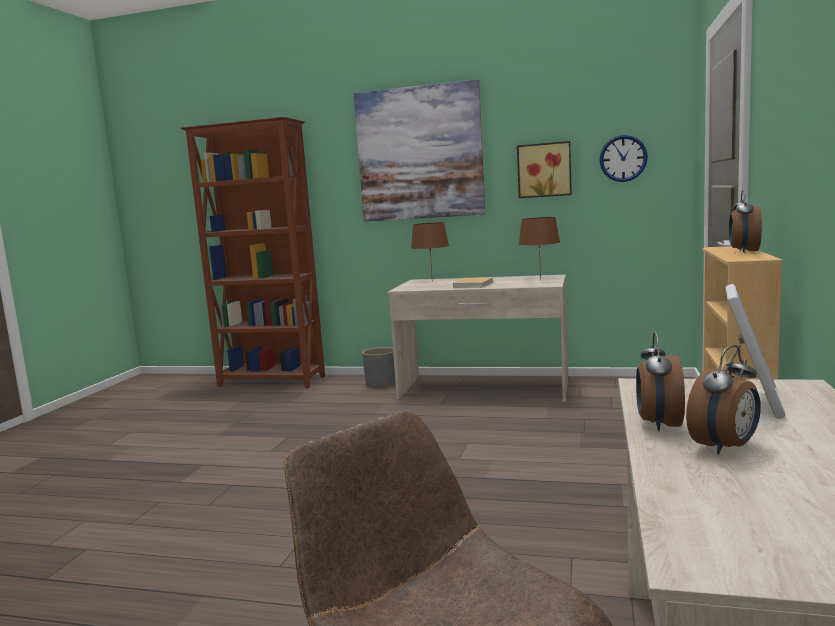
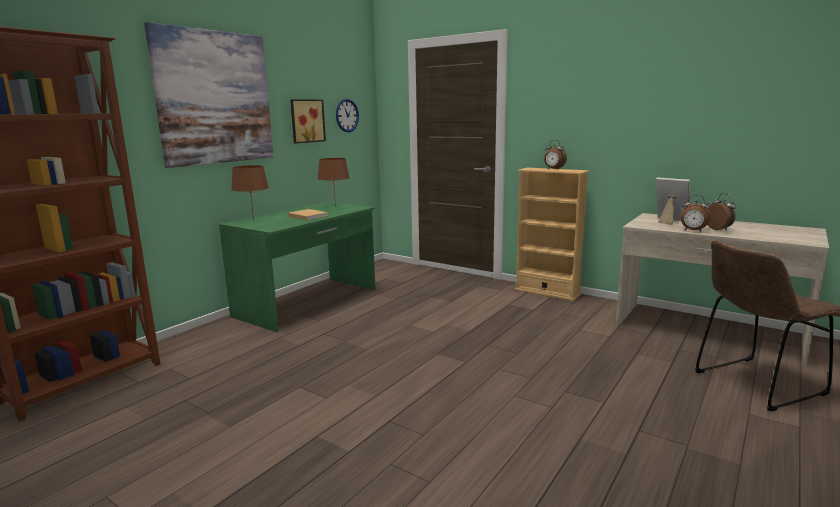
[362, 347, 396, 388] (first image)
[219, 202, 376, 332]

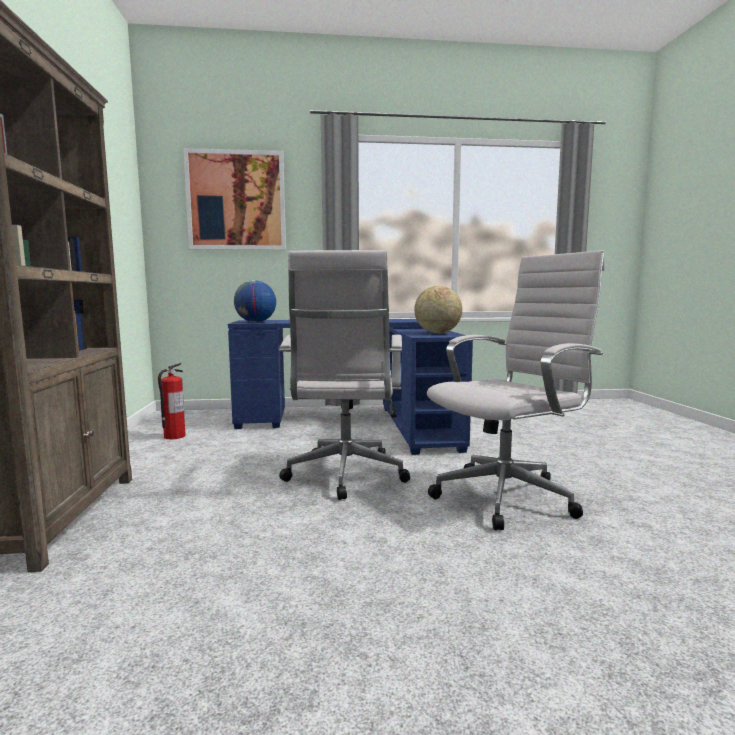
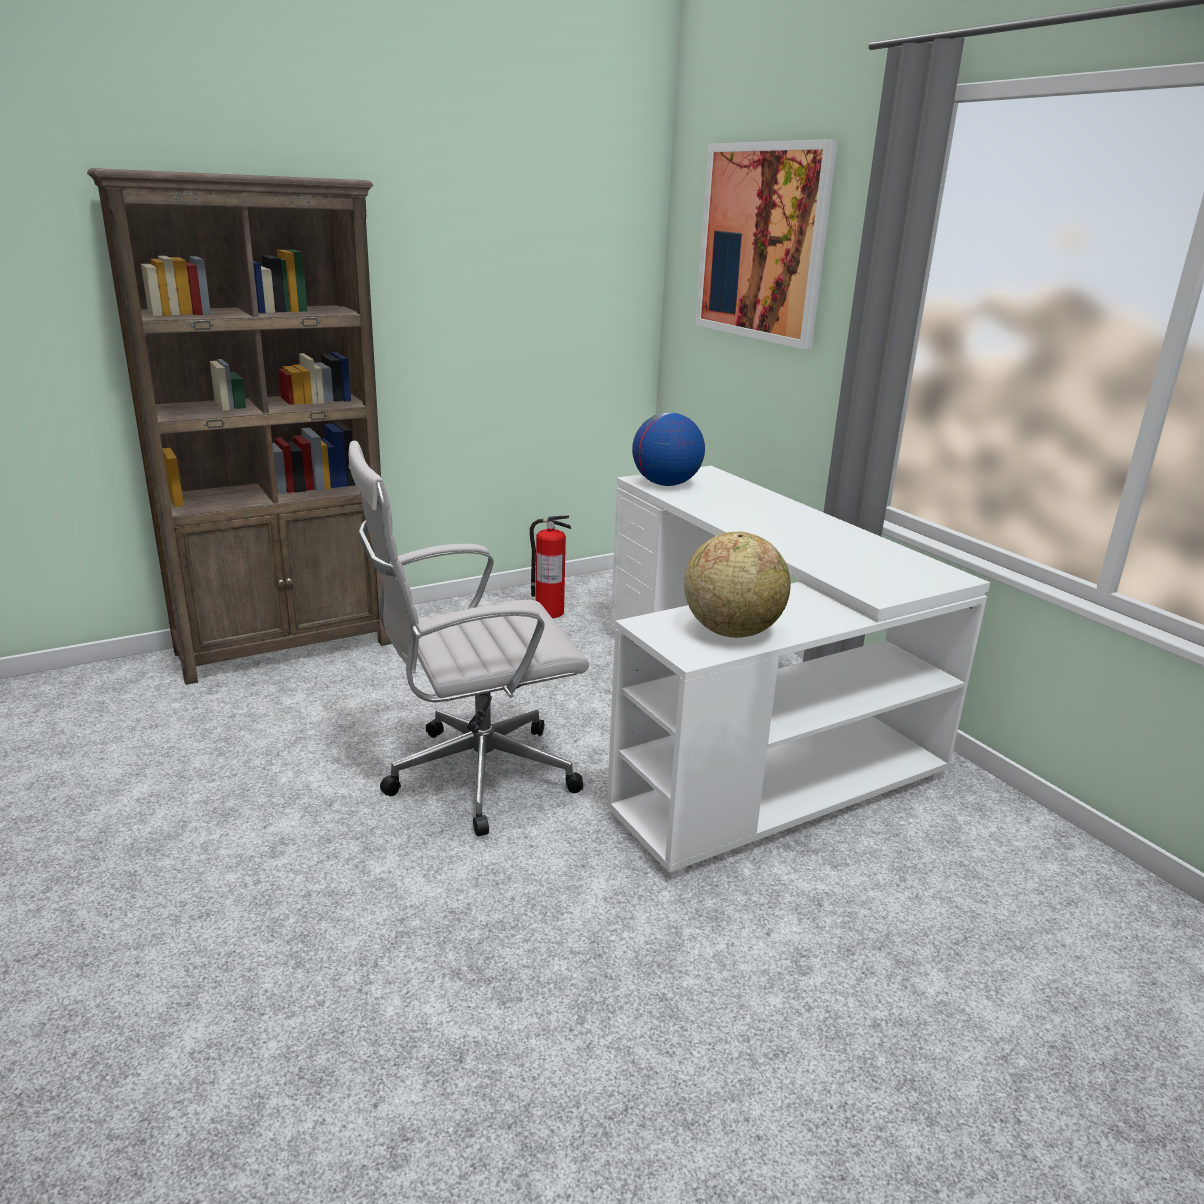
[427, 250, 605, 530] (first image)
[607, 466, 990, 880]

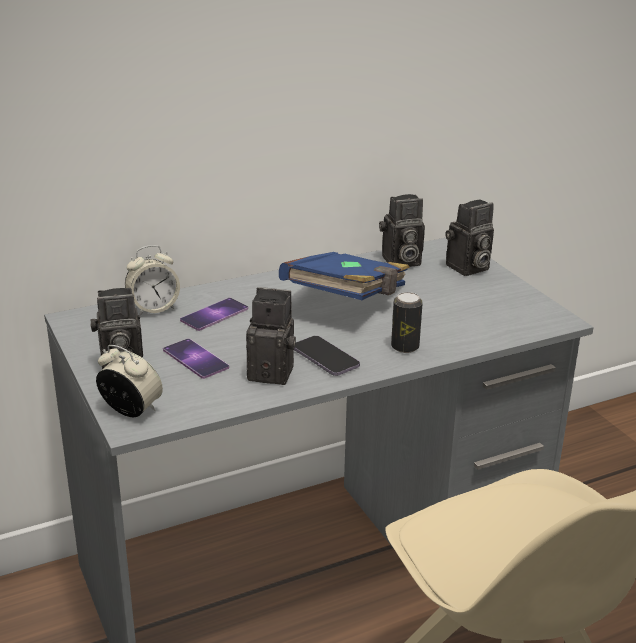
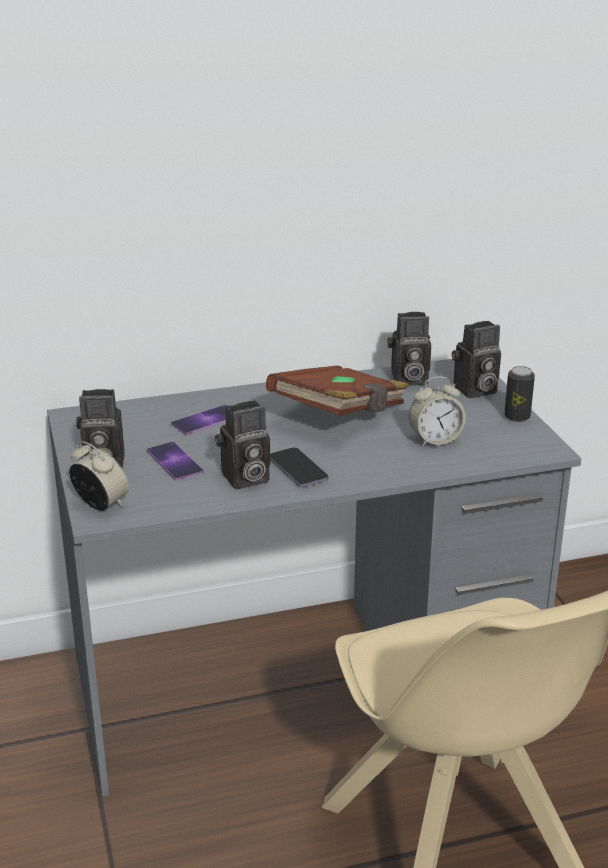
[409, 376, 466, 447]
[504, 366, 535, 422]
[266, 366, 409, 416]
[215, 400, 270, 489]

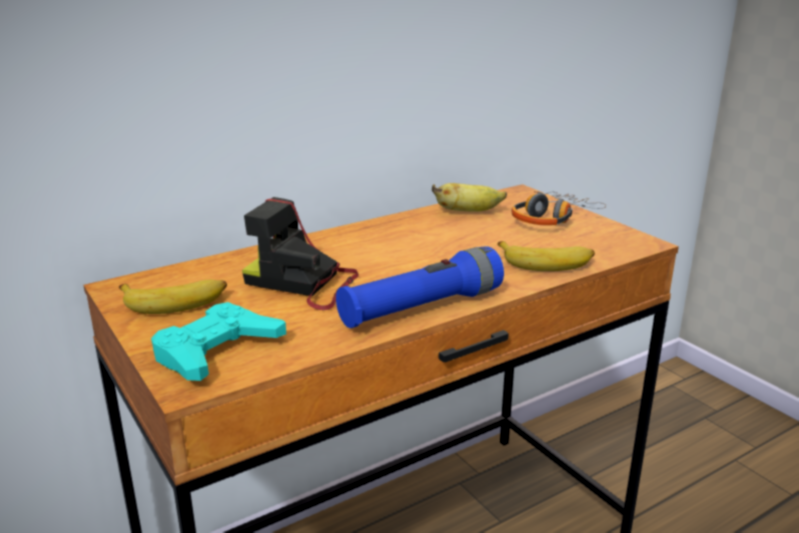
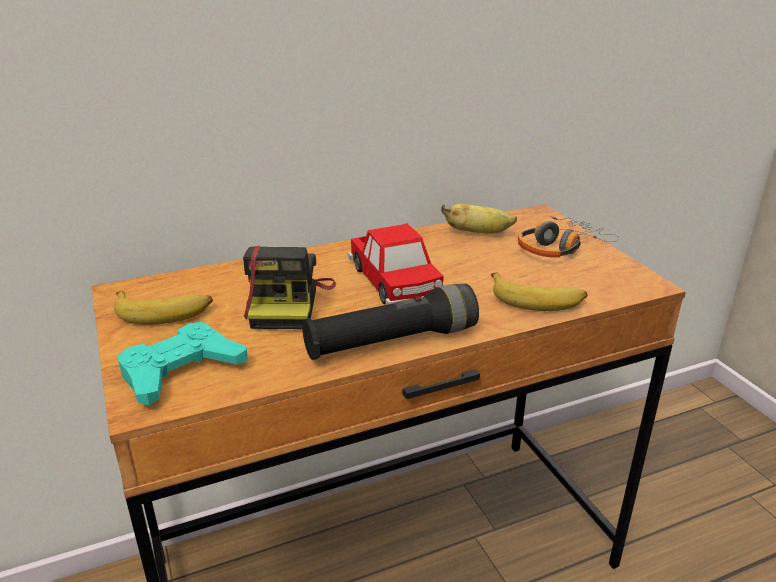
[348, 223, 444, 305]
[302, 284, 479, 360]
[243, 246, 336, 329]

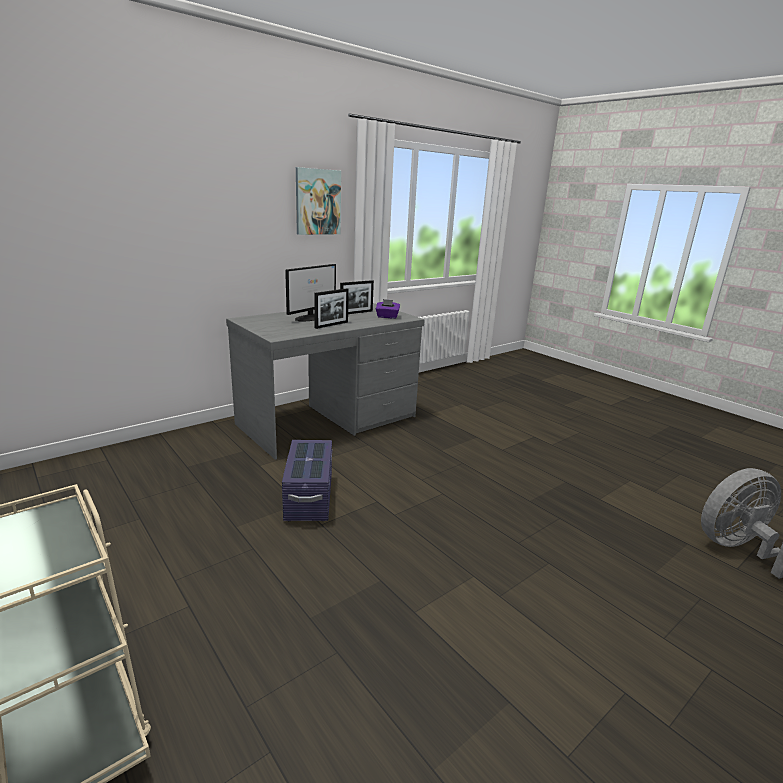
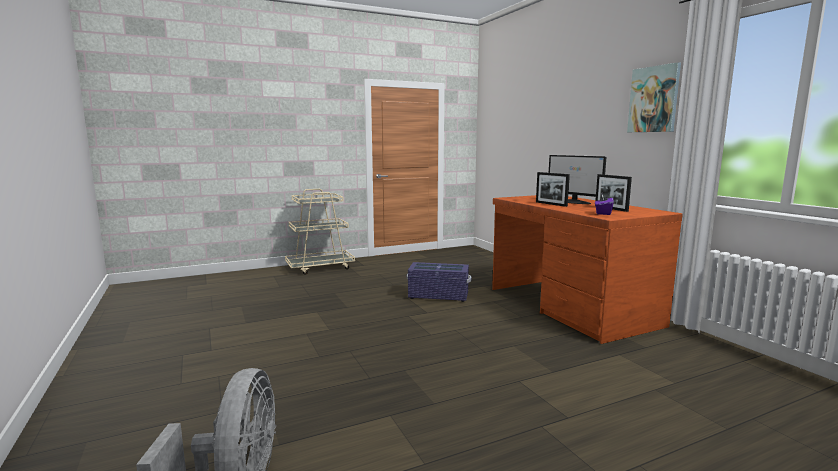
[492, 195, 683, 344]

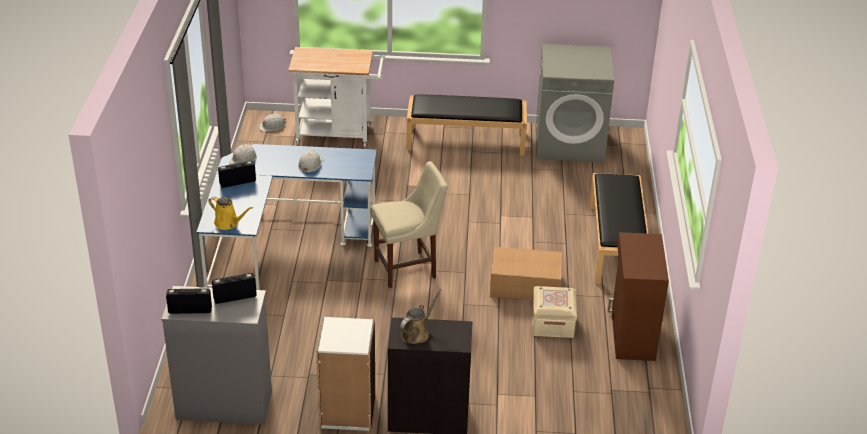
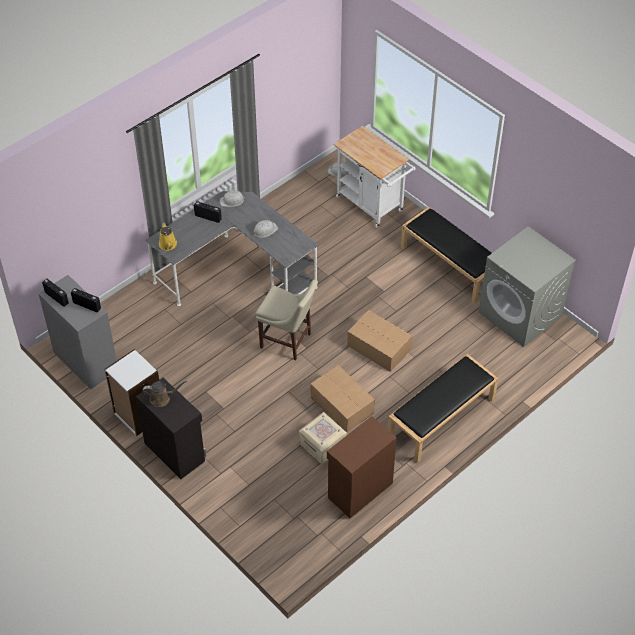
[347, 310, 412, 372]
[145, 191, 319, 306]

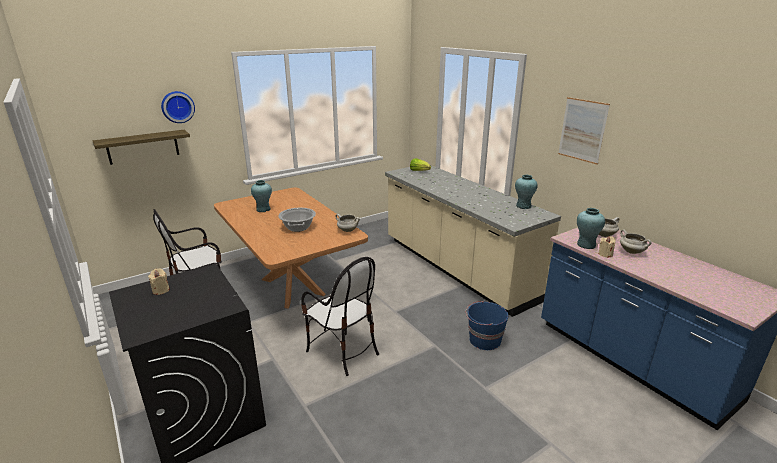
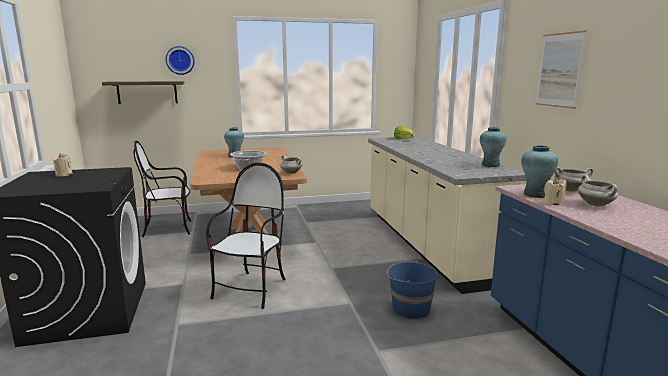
[206, 163, 285, 309]

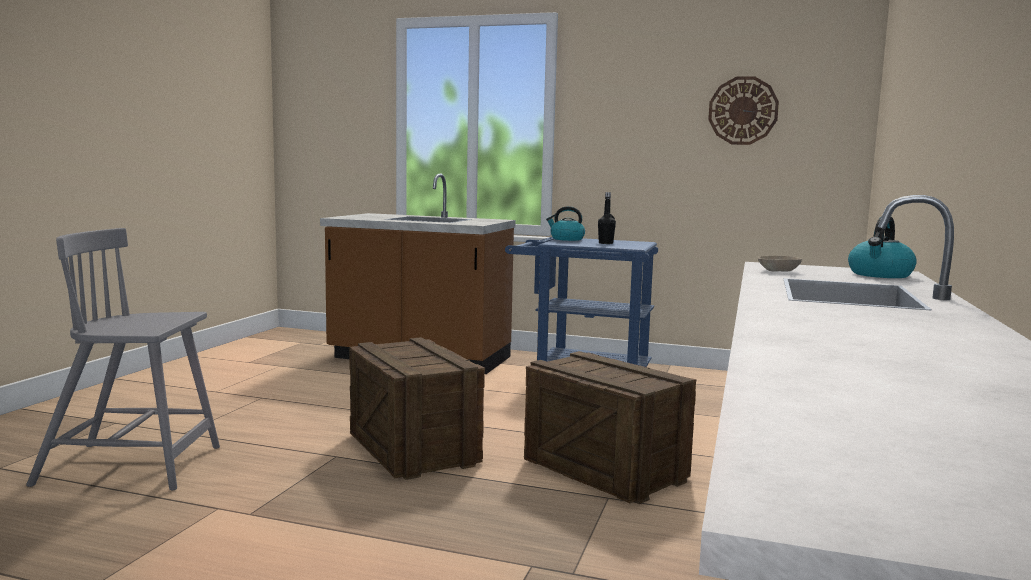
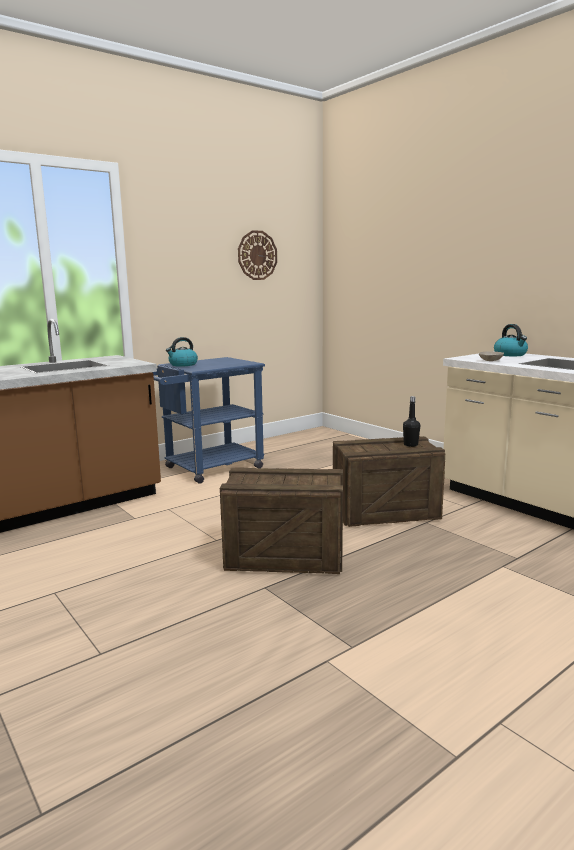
[26, 228, 220, 490] (first image)
[403, 396, 420, 447]

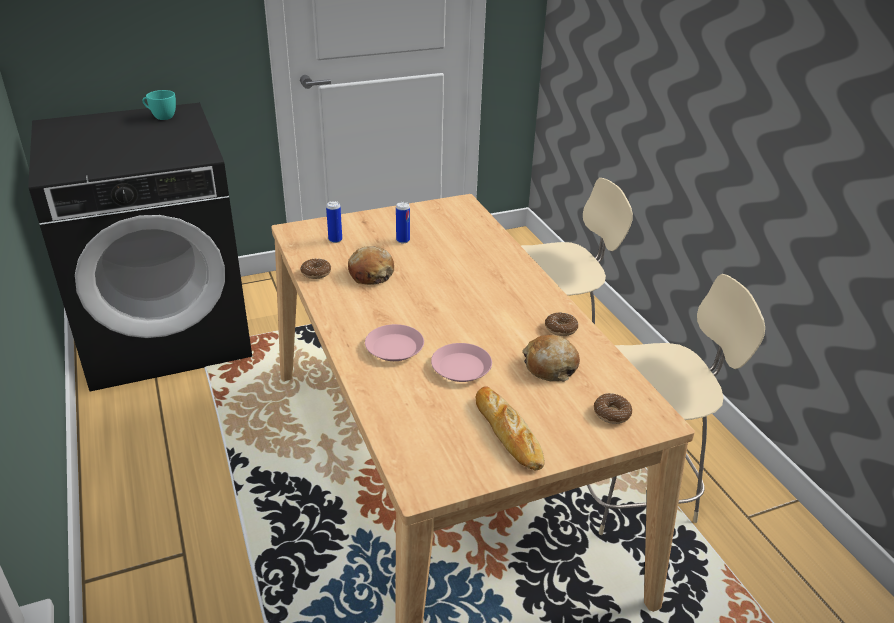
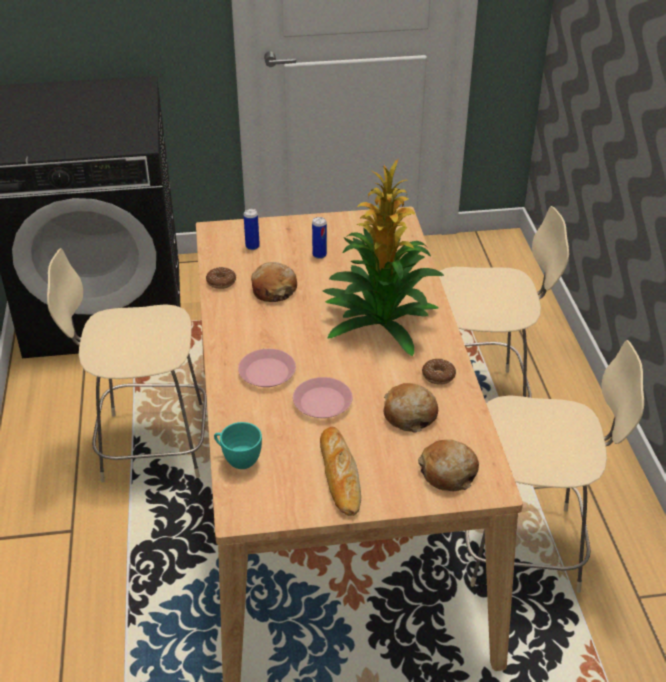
[47, 248, 207, 483]
[323, 159, 444, 356]
[214, 422, 262, 469]
[418, 440, 479, 491]

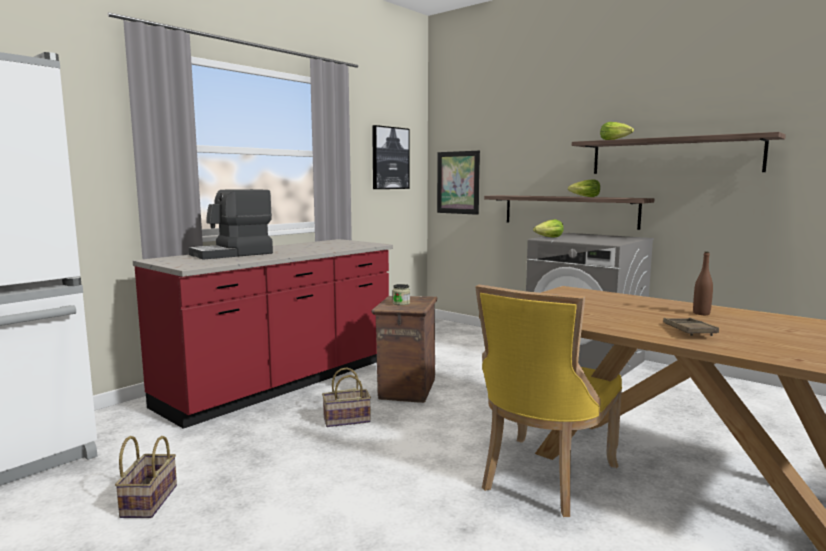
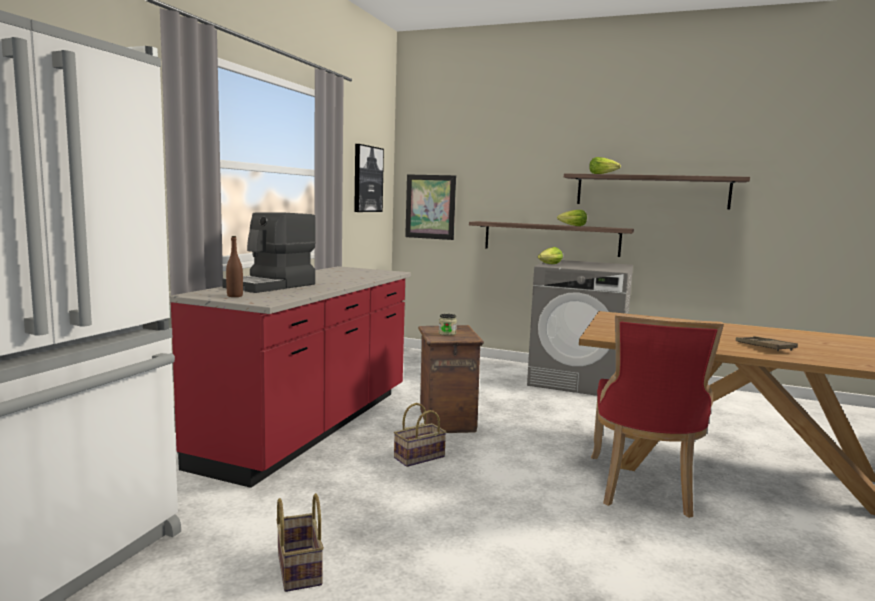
[226, 236, 243, 297]
[591, 314, 724, 518]

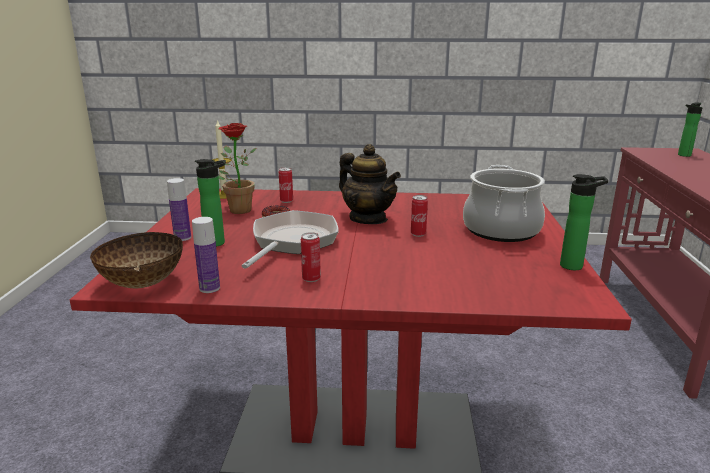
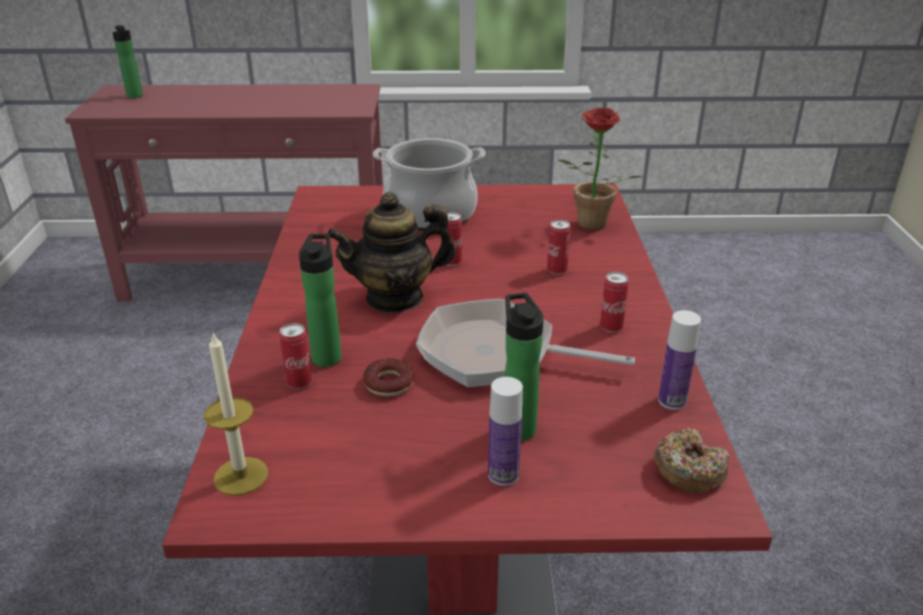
[547, 220, 571, 275]
[559, 107, 642, 230]
[299, 234, 342, 367]
[653, 428, 729, 493]
[327, 192, 455, 313]

